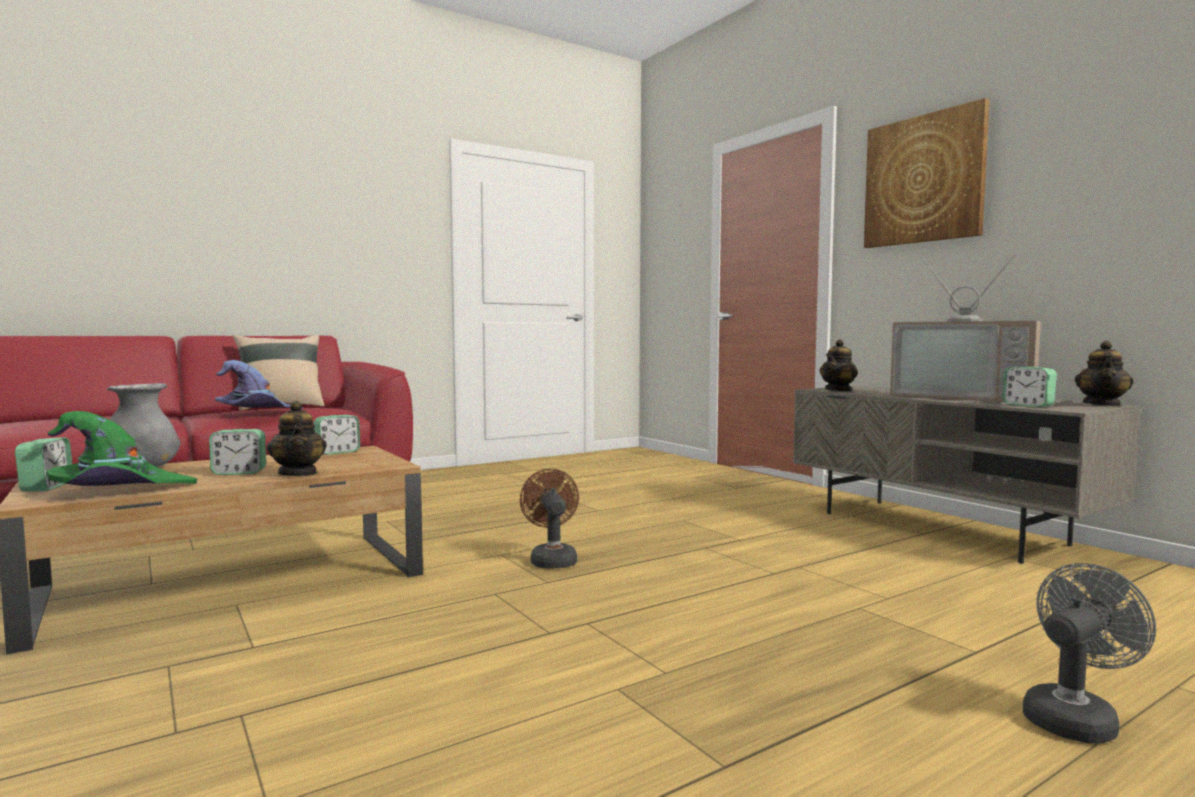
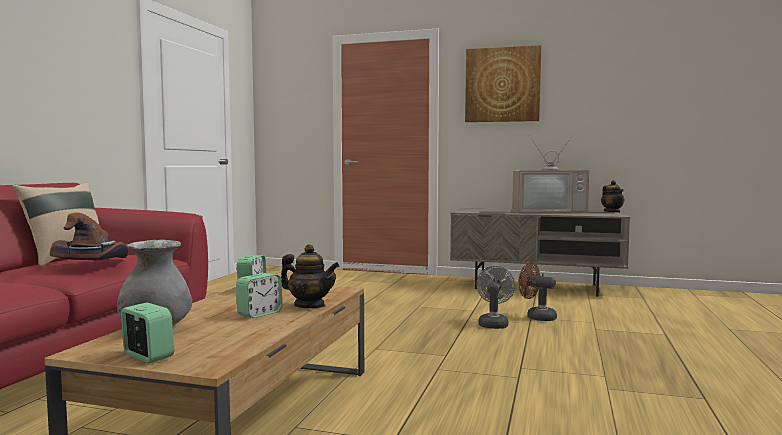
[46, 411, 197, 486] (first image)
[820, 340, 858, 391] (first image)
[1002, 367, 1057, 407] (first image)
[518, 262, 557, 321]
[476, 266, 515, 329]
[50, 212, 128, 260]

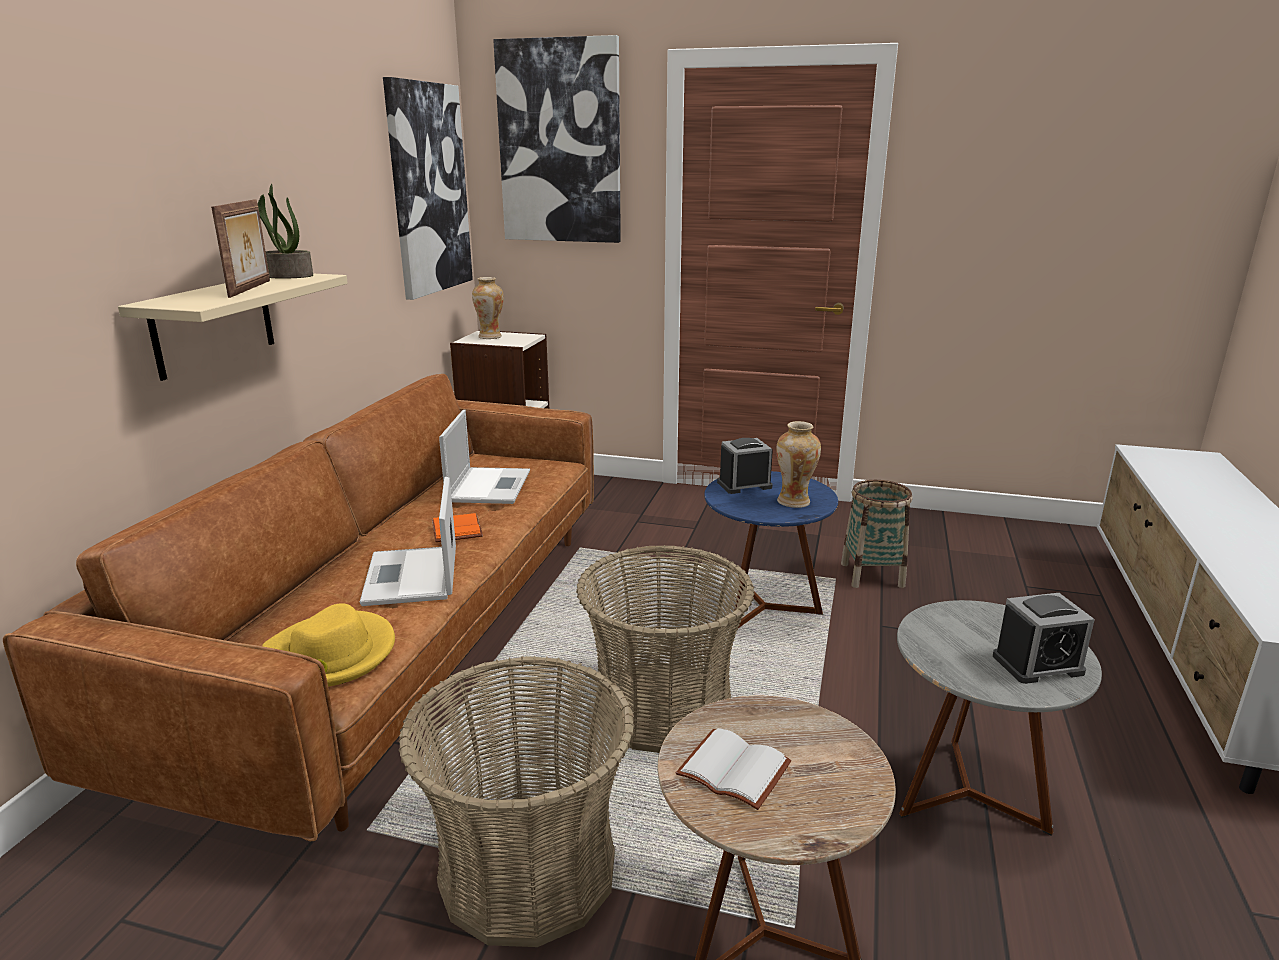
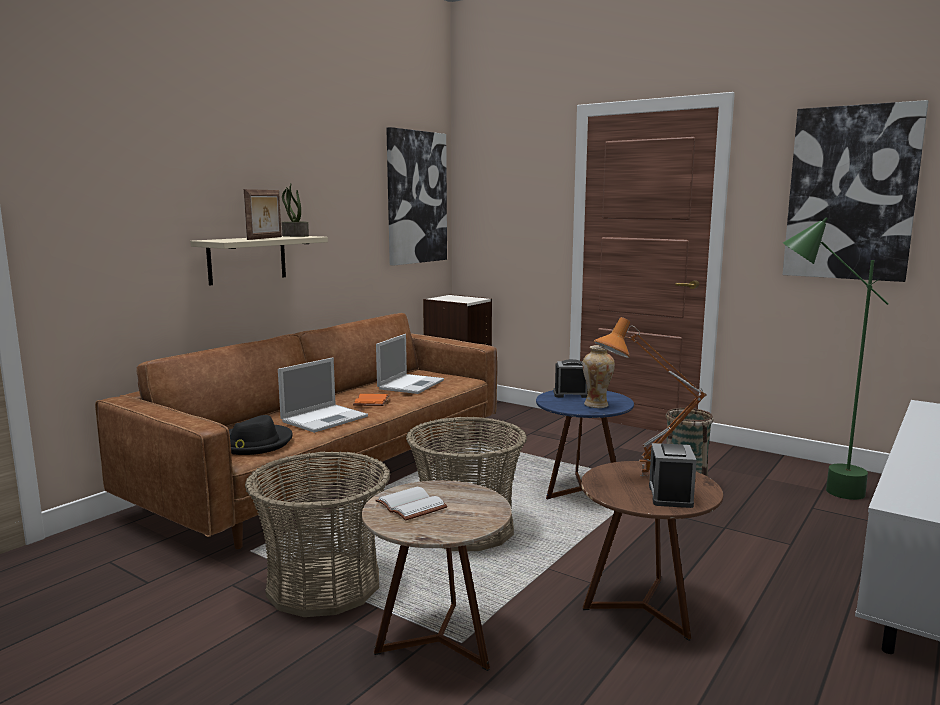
[472, 277, 504, 339] (first image)
[594, 317, 707, 476]
[783, 217, 889, 500]
[783, 100, 928, 282]
[229, 415, 292, 455]
[581, 461, 723, 641]
[278, 357, 368, 433]
[649, 443, 697, 508]

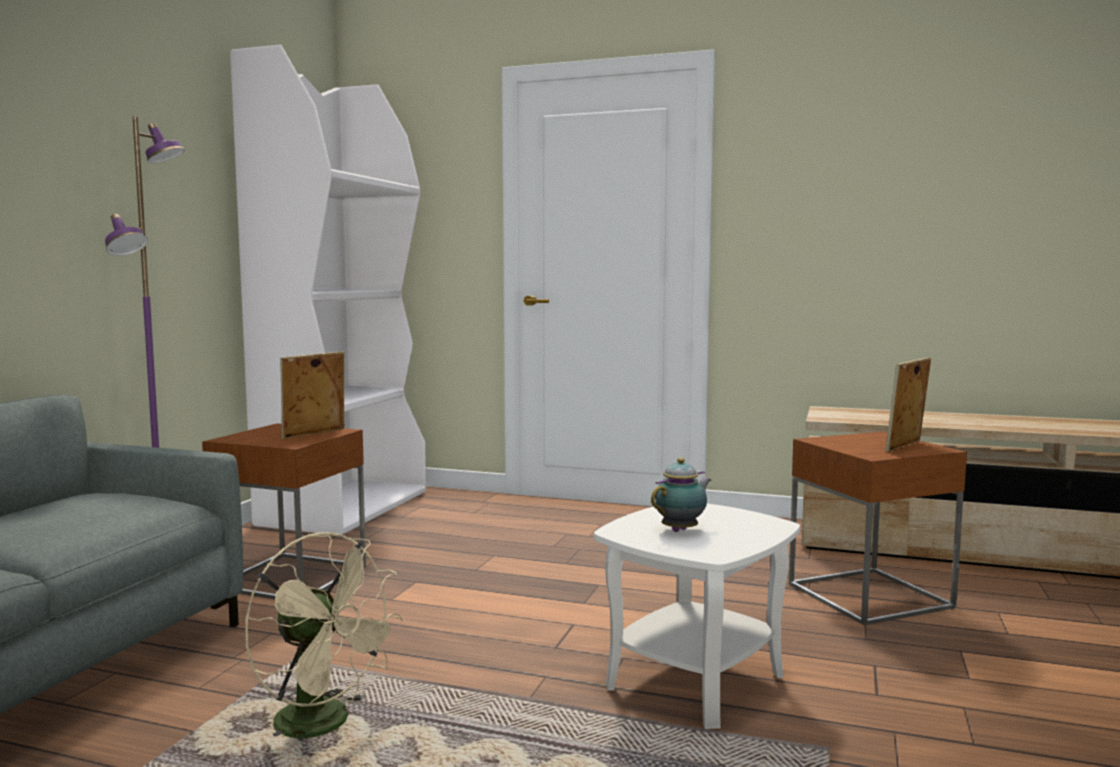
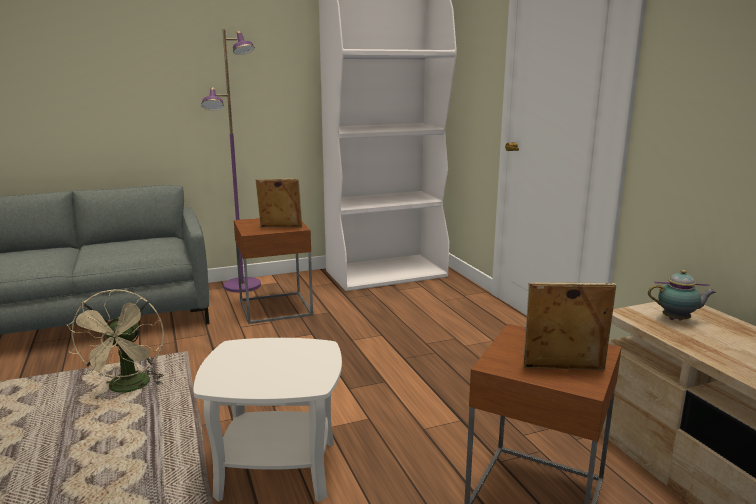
[648, 270, 716, 320]

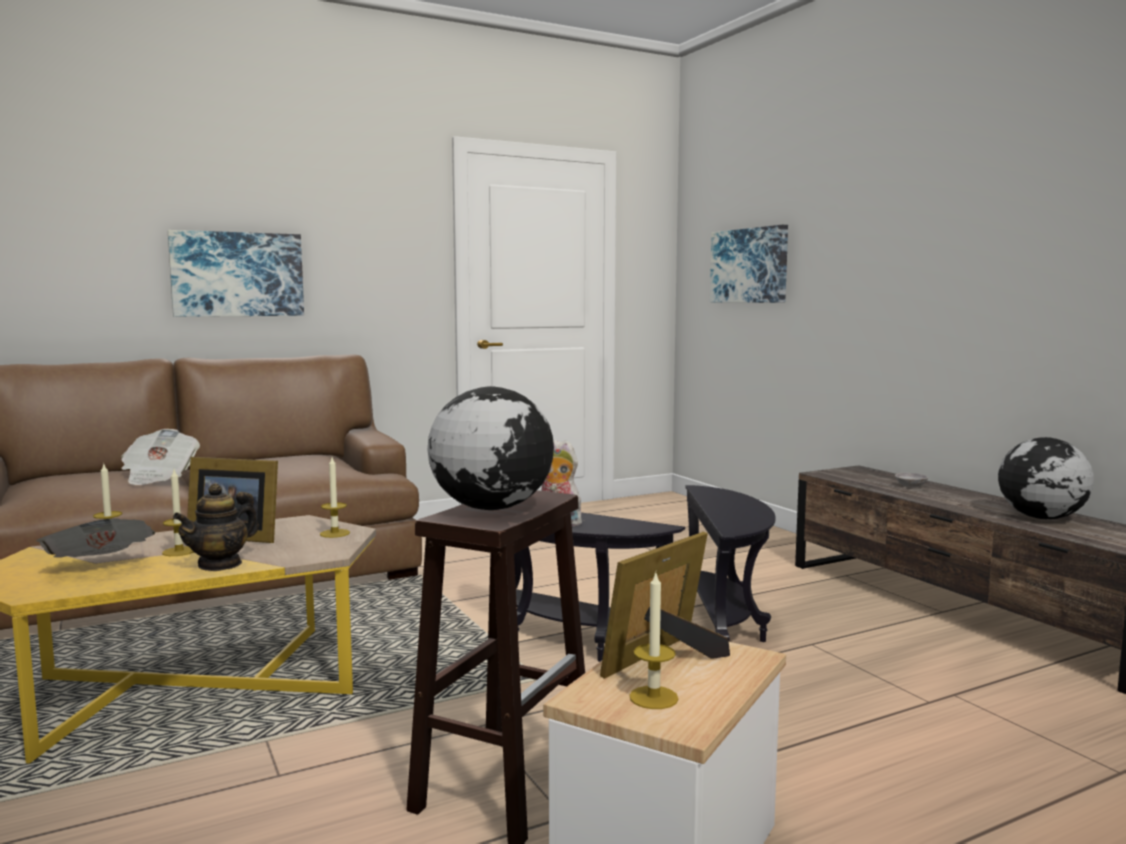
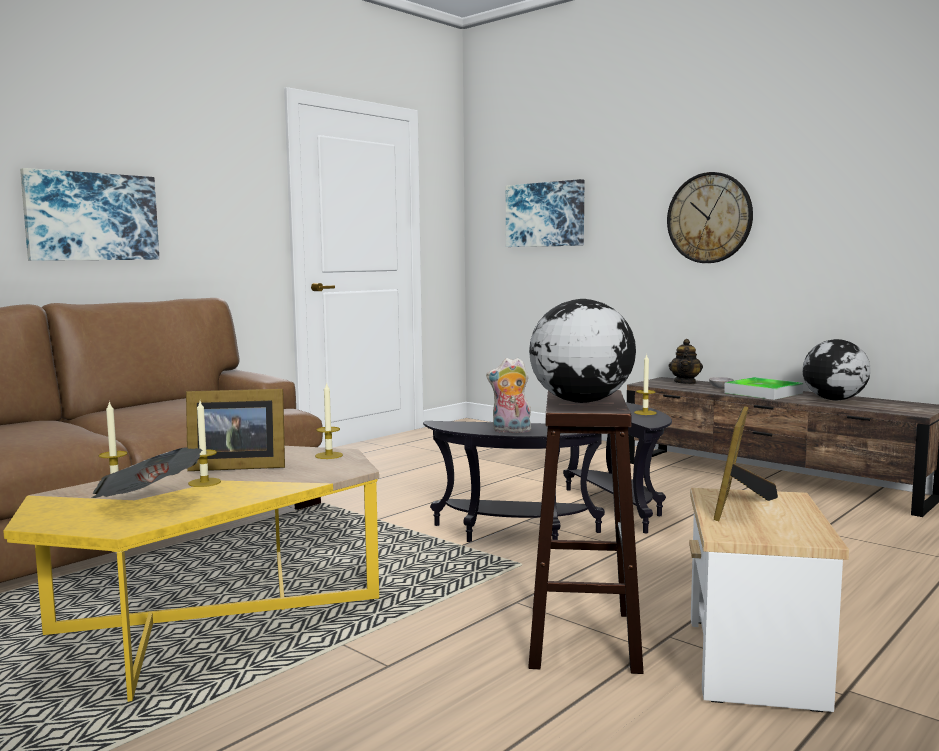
[121, 429, 200, 485] (first image)
[667, 172, 753, 263]
[724, 377, 803, 400]
[669, 339, 703, 384]
[634, 354, 657, 415]

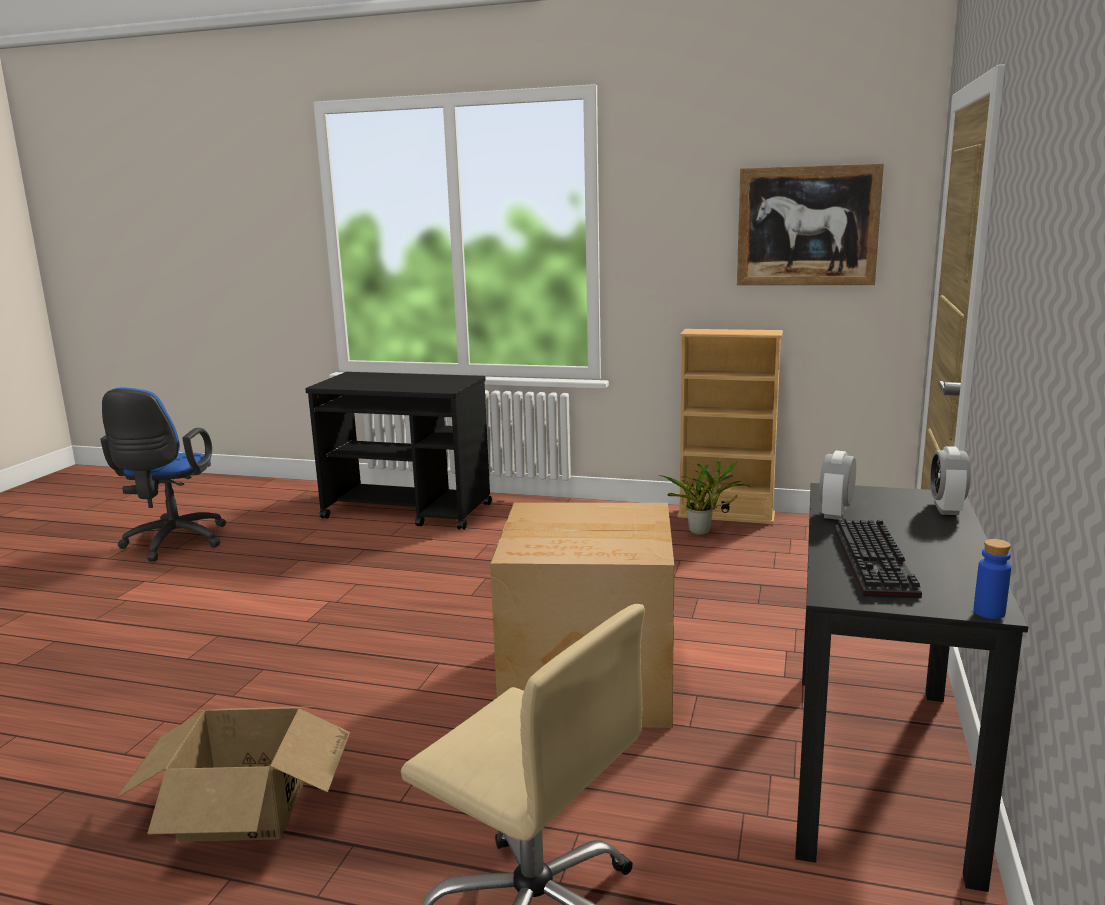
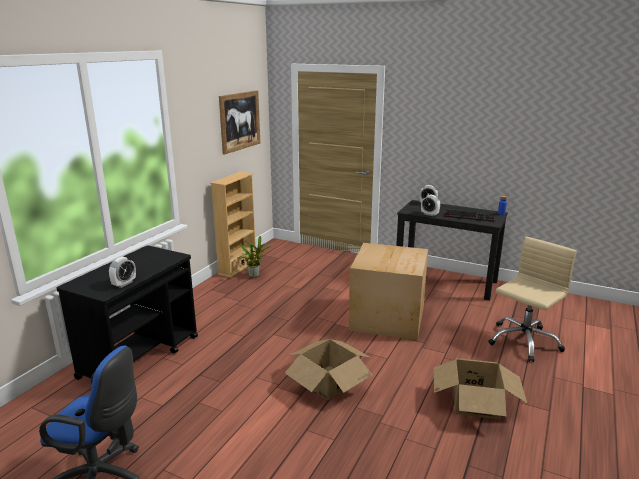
[109, 257, 136, 288]
[285, 339, 372, 400]

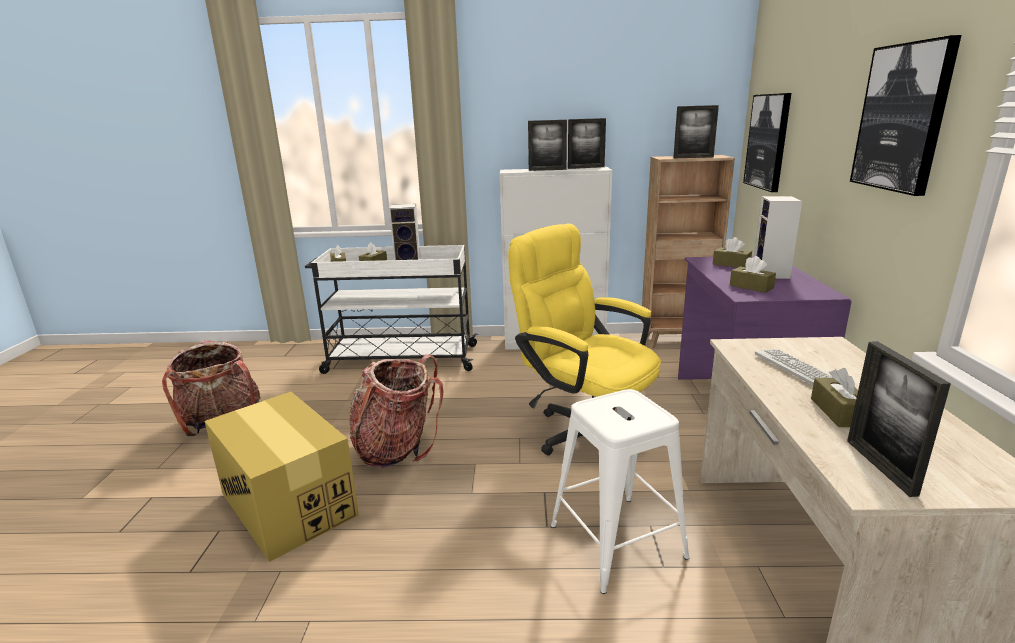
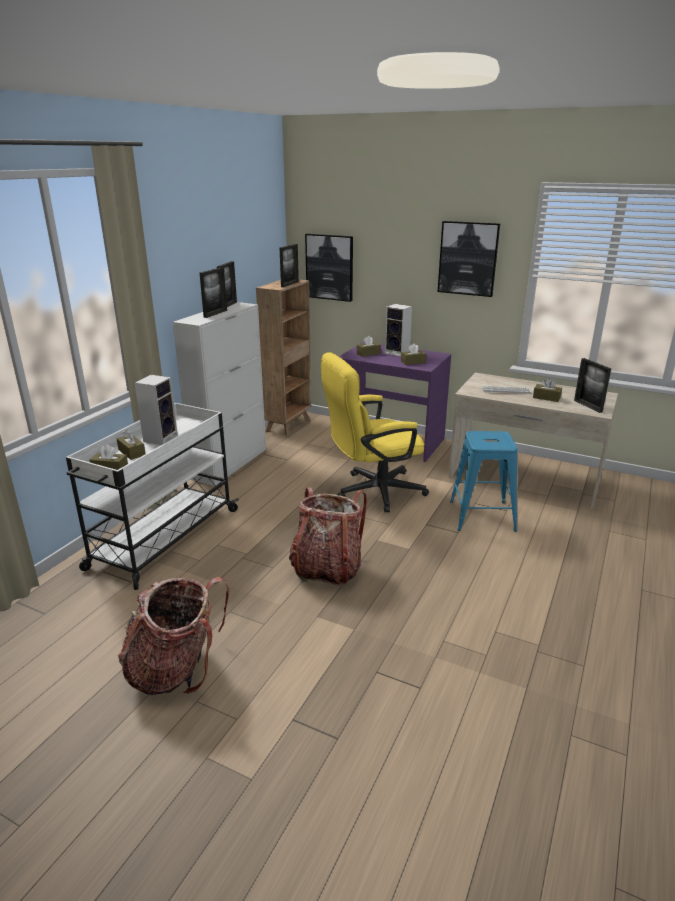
[205, 392, 359, 562] (first image)
[450, 431, 518, 532]
[574, 358, 611, 413]

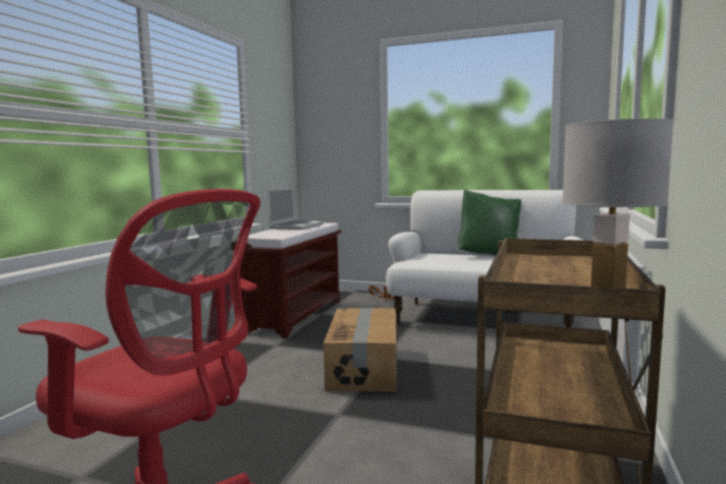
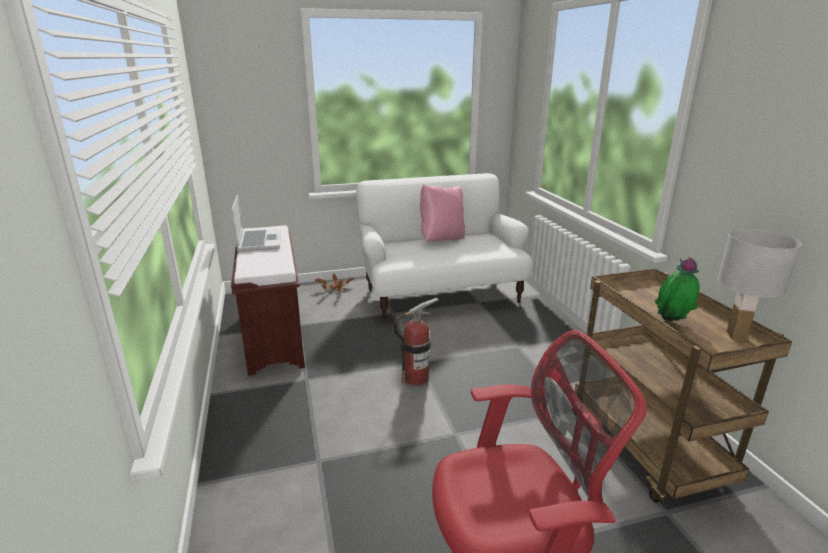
[655, 257, 700, 321]
[394, 298, 439, 386]
[420, 184, 465, 242]

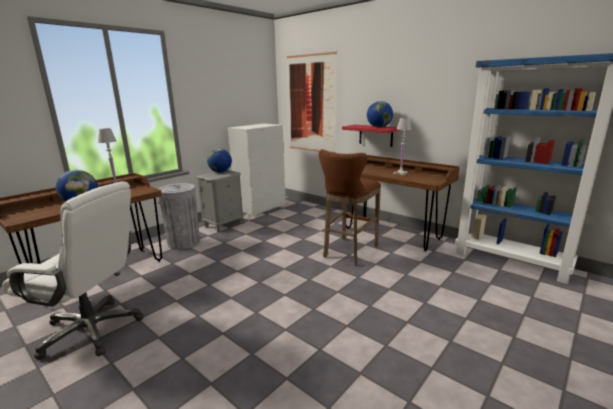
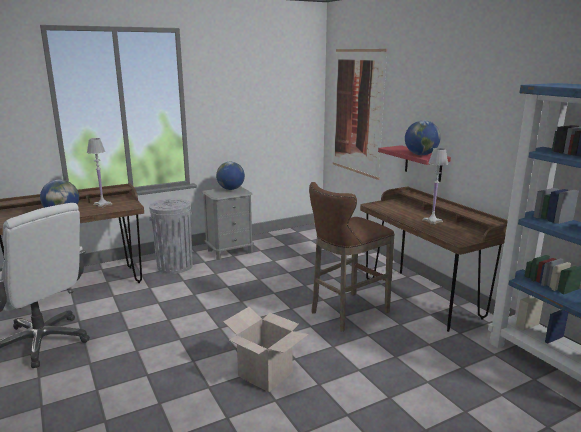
[228, 123, 286, 217] (first image)
[223, 307, 308, 392]

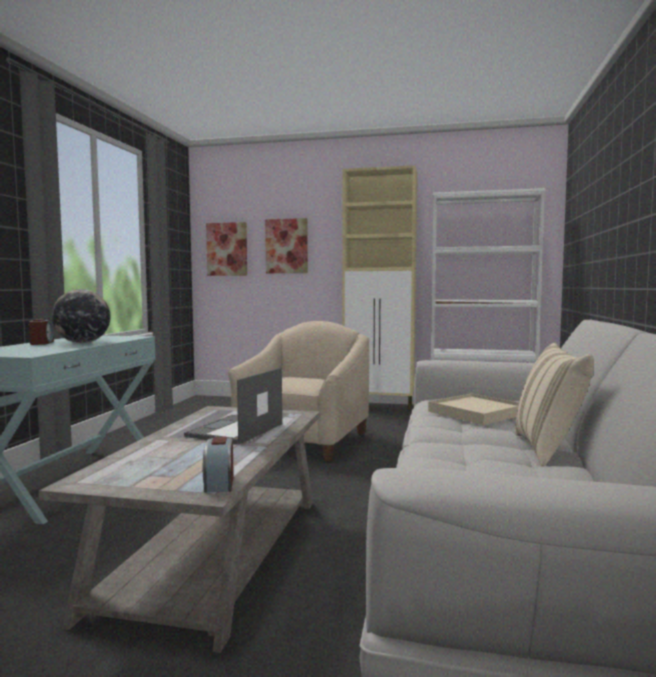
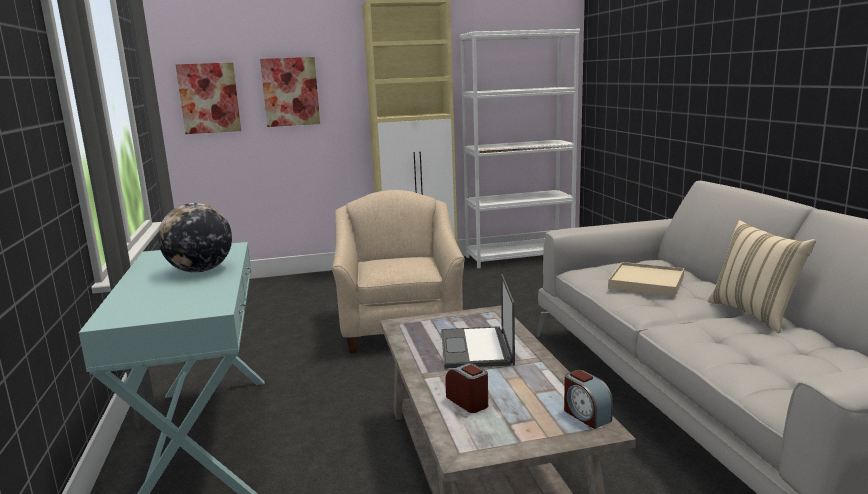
[445, 363, 488, 413]

